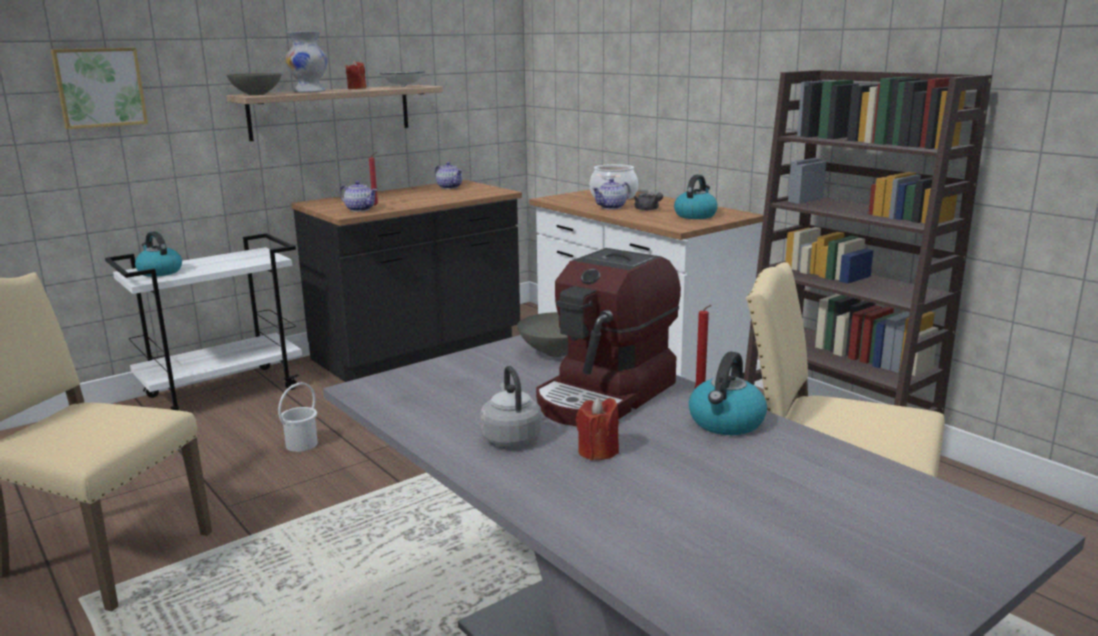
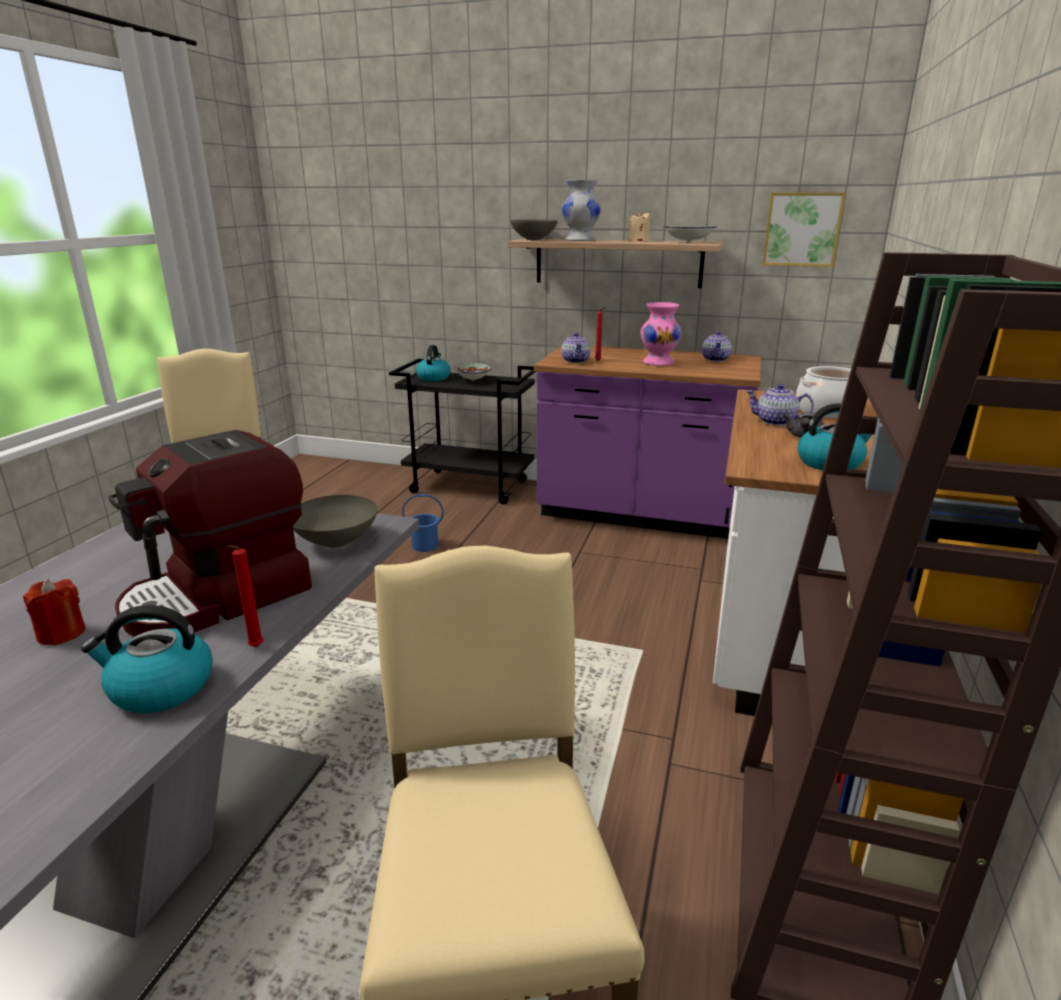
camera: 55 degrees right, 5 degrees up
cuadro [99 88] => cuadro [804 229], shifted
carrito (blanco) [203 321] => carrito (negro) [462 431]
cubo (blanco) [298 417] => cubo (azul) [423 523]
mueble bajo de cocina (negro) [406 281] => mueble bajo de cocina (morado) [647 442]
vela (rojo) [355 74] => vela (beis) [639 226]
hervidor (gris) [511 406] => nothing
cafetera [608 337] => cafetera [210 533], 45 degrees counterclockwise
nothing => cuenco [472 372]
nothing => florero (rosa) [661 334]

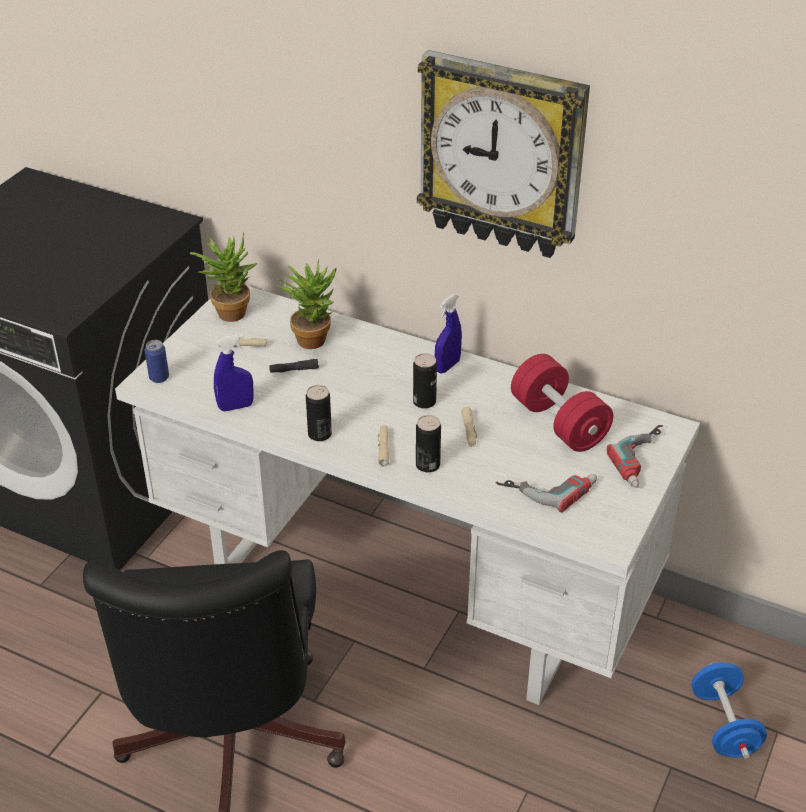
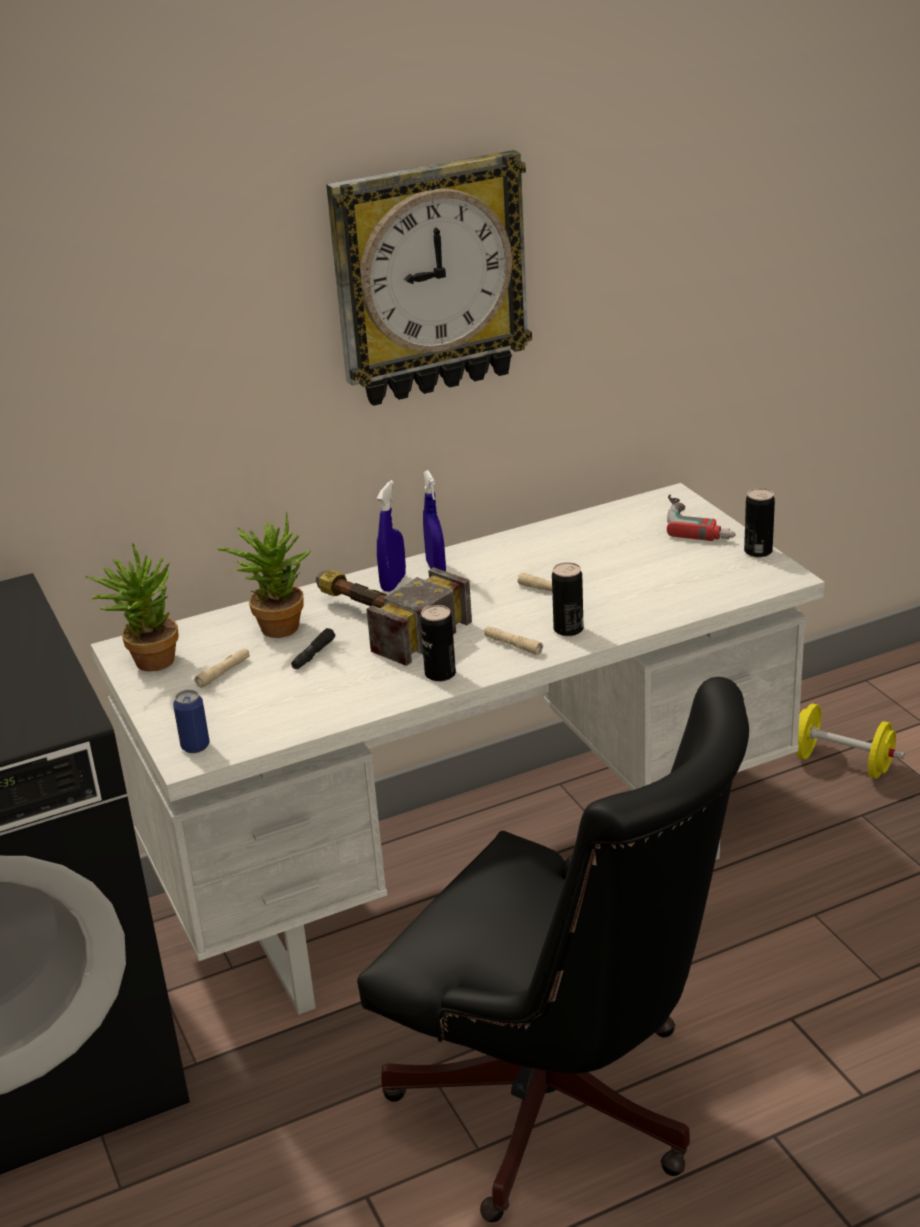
camera: 50 degrees left, 10 degrees down
pulverizador (azul) [234 372] => pulverizador (azul) [391 536], shifted
lata [425 381] => lata [759 522], shifted
taladro [546 493] => nothing
mancuerna (rojo) [562 403] => nothing
mancuerna (azul) [729 711] => mancuerna (amarillo) [850 741]
nothing => martillo [394 616]

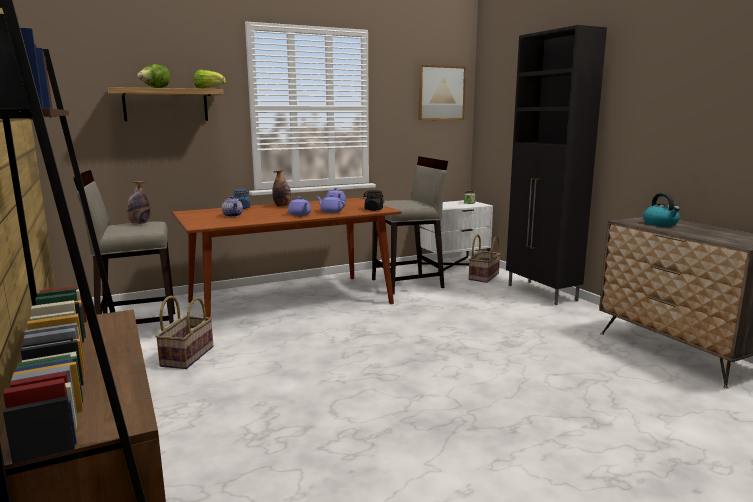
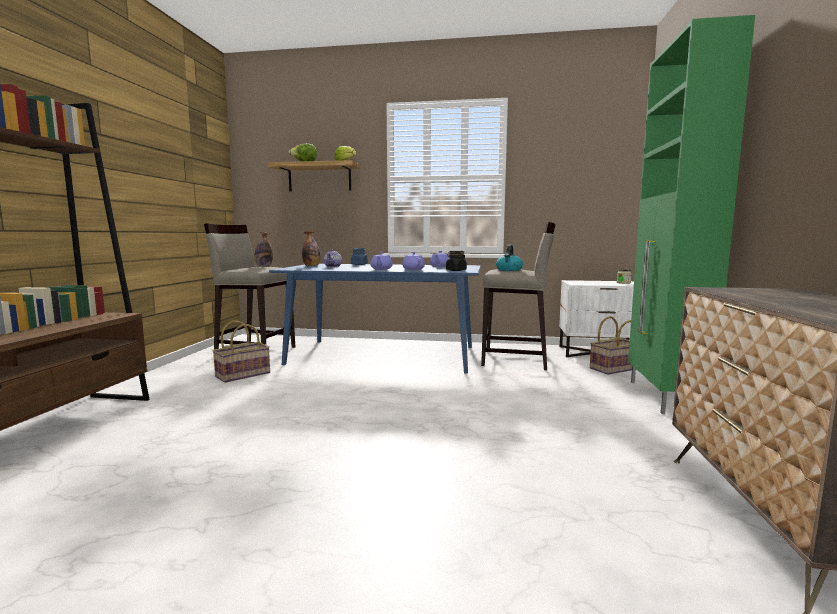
camera: 35 degrees right, 5 degrees down
mesa de comedor (marrón) [287 258] => mesa de comedor (azul) [375 319]
botella [281 188] => botella [311 249], shifted
cuadro [442 92] => nothing
armario (negro) [556 165] => armario (verde) [691 214]
hervidor [661 209] => hervidor [509 258], shifted

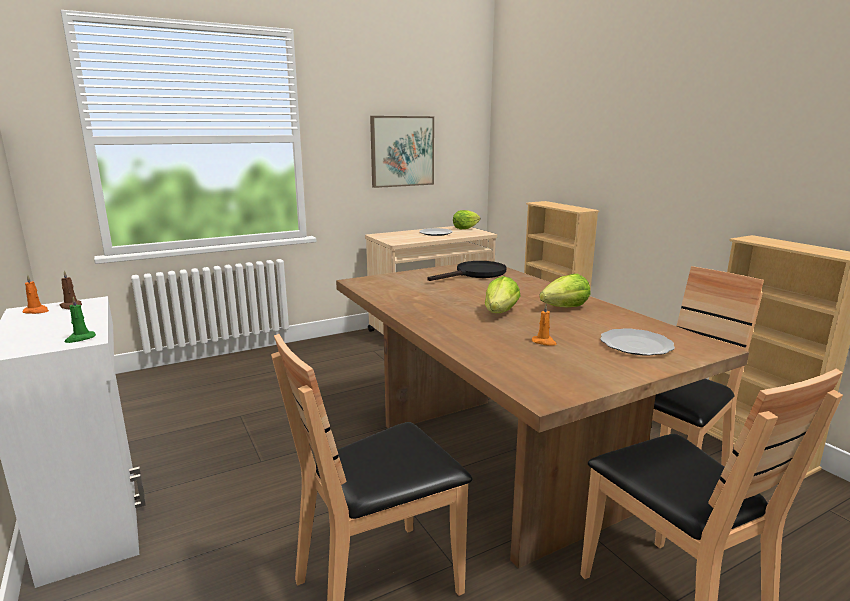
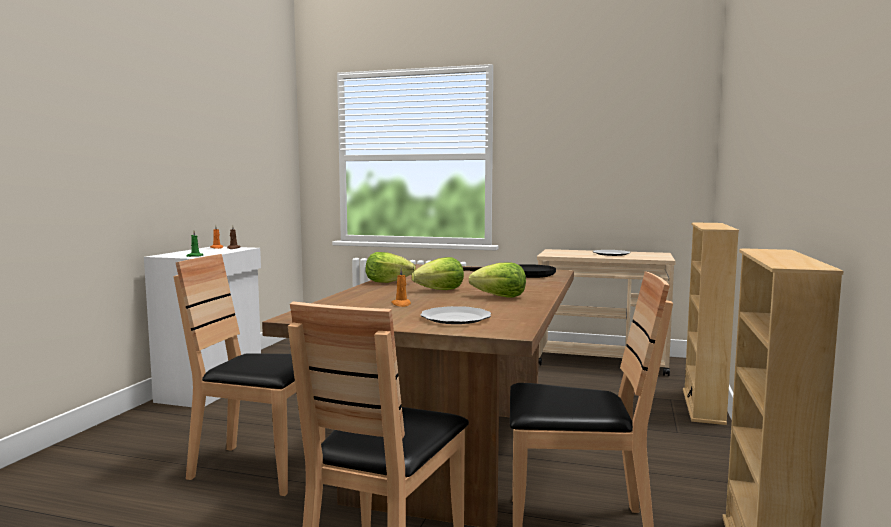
camera: 45 degrees right, 10 degrees down
cuadro [402 152] => nothing
lechuga [467 219] => lechuga [391 267], shifted

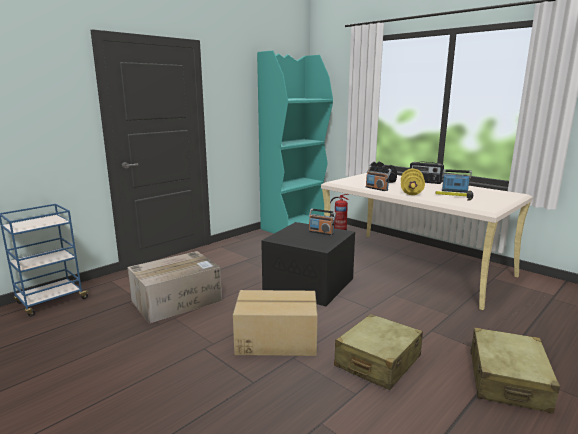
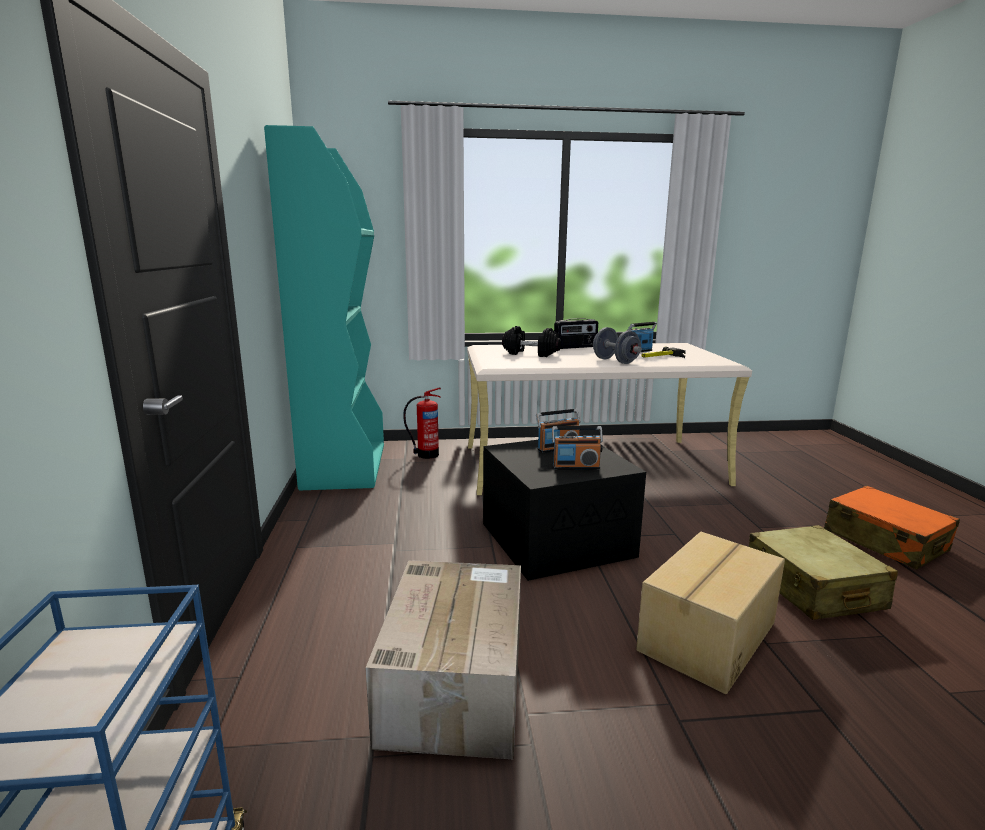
camera: 50 degrees left, 0 degrees up
radio [378 178] => radio [577 448], shifted
mancuerna (amarillo) [413 182] => mancuerna (gris) [617 345]
maleta (beis) [515 371] => maleta (naranja) [892 527]

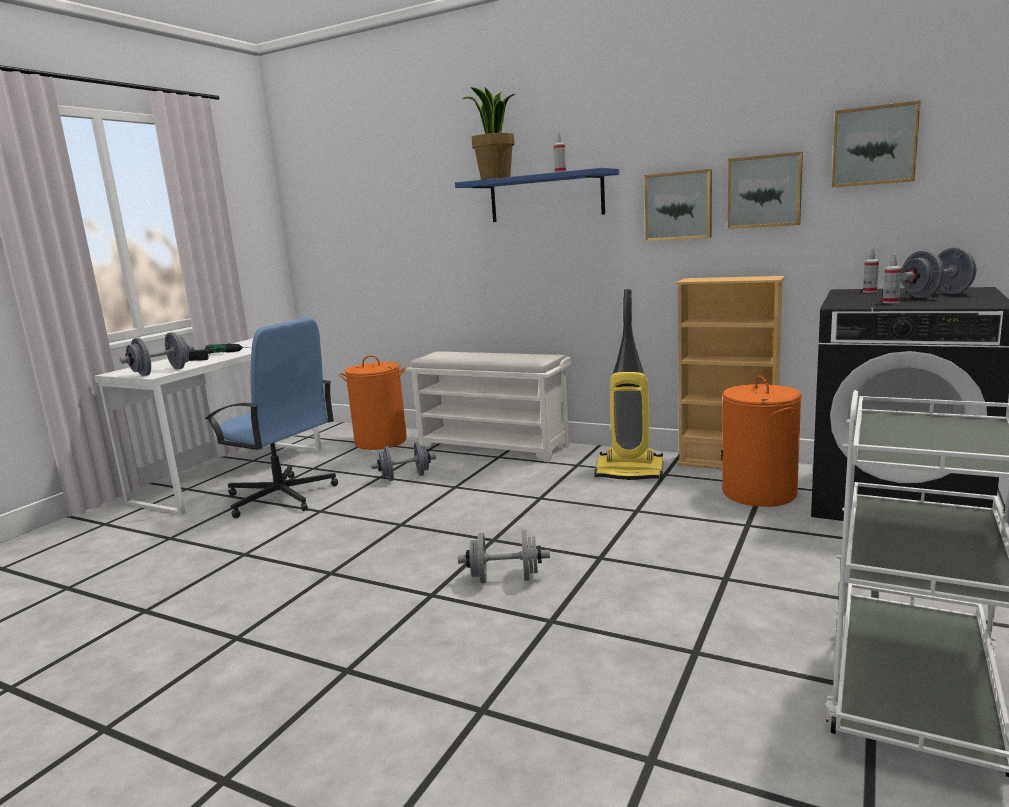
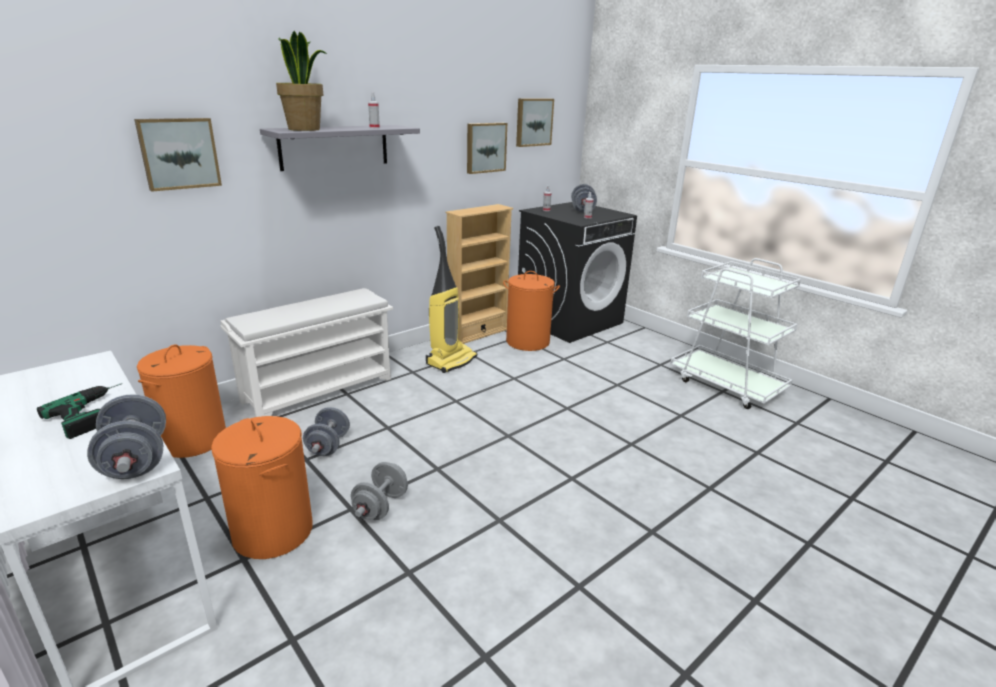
camera: 70 degrees left, 10 degrees up
silla de oficina (azul) [271 418] => cesto de la ropa (naranja) [262 487]
estante (azul) [537 195] => estante (gris) [340 148]
mancuerna (gris) [504 557] => mancuerna (gris) [379 491], shifted
cuadro [678 205] => cuadro [178 154], shifted

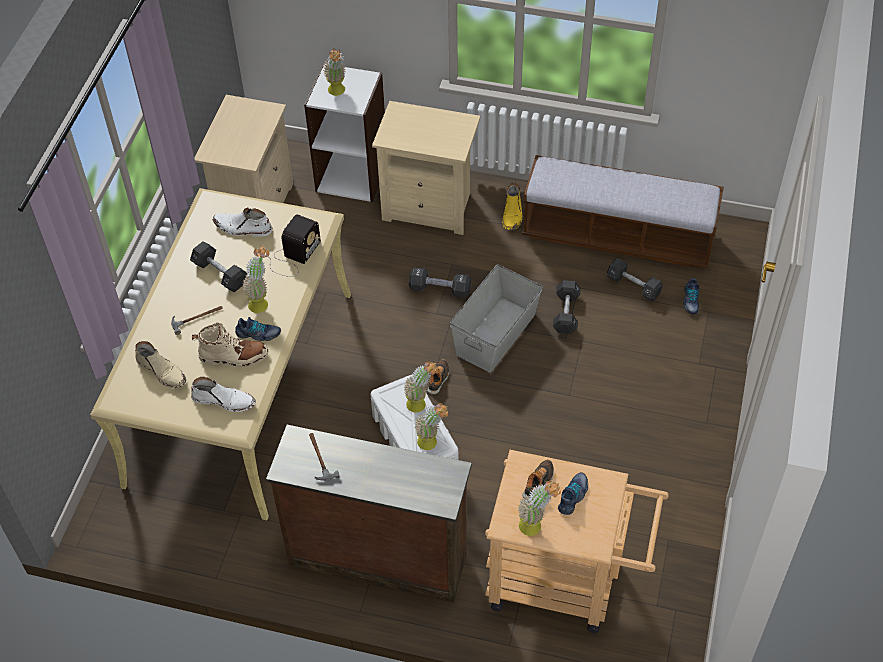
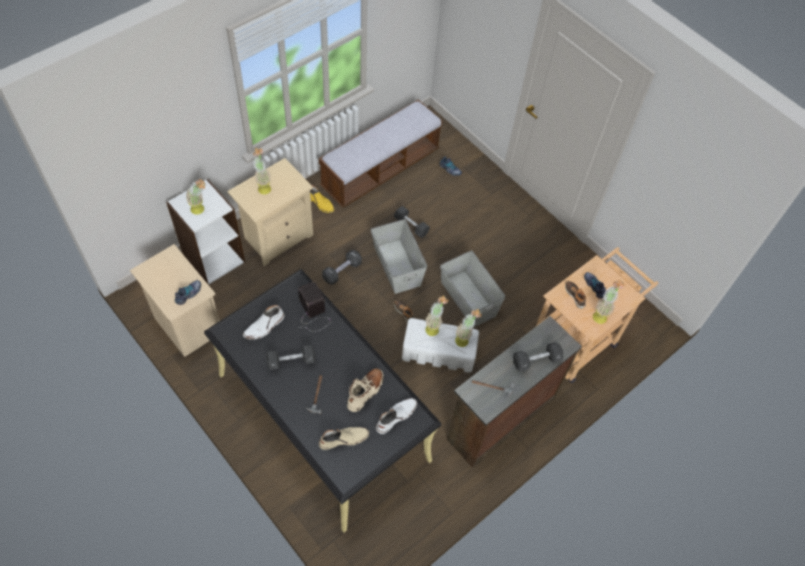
camera: 60 degrees left, 5 degrees up
escritorio (beis) [220 354] => escritorio (negro) [323 400]
zapato [258 329] => zapato [188 292], shifted
planta en maceta [255 279] => planta en maceta [262 171], shifted
mancuerna (negro) [635 280] => mancuerna (negro) [538 356], shifted
nothing => caja de almacenaje (gris) [473 289]

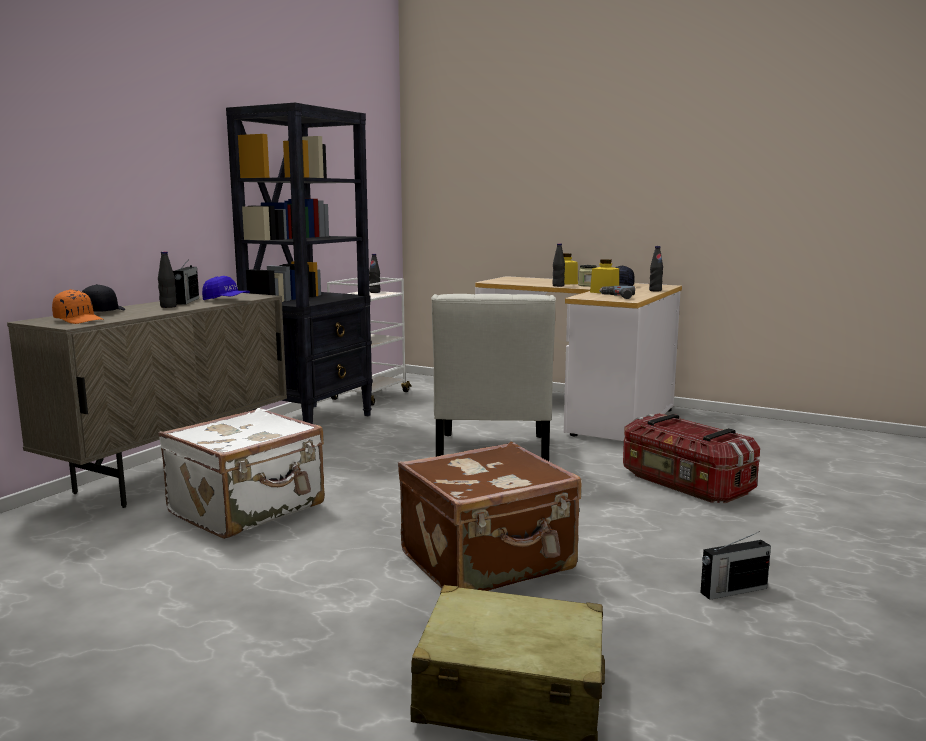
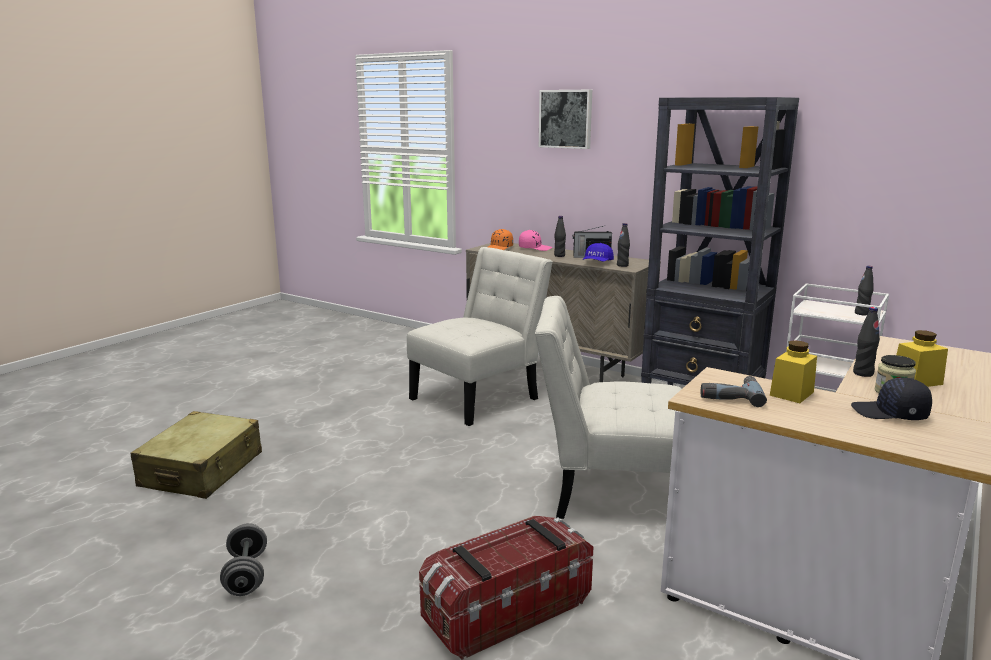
camera: 95 degrees right, 5 degrees up
gorra (negro) [103 298] => gorra (rosa) [535 240]
maleta (blanco) [241 473] => silla (blanco) [479 336]
maleta (marrón) [490 516] => nothing
botella (negro) [656 268] => botella (negro) [623 245], shifted
radio [735 565] => mancuerna (gris) [243 559]
nothing => cuadro [565 119]

